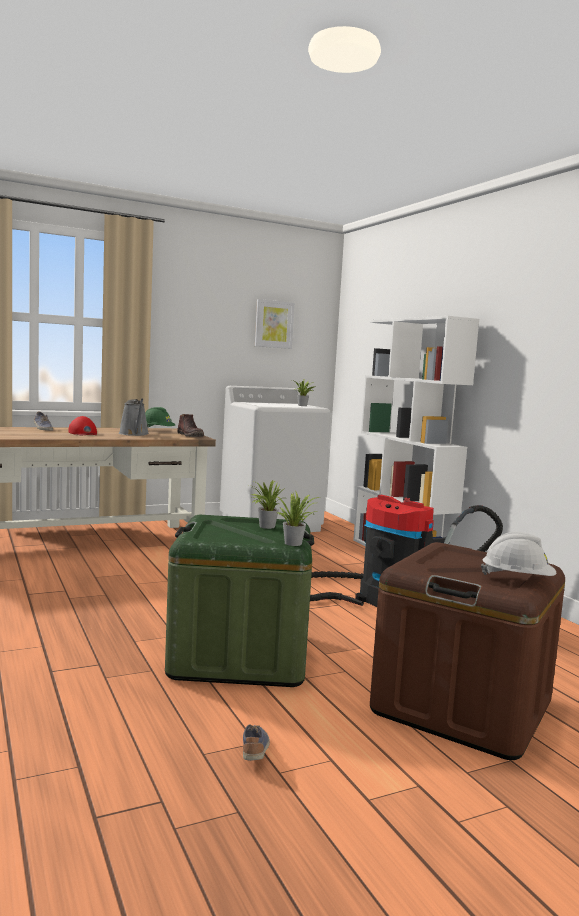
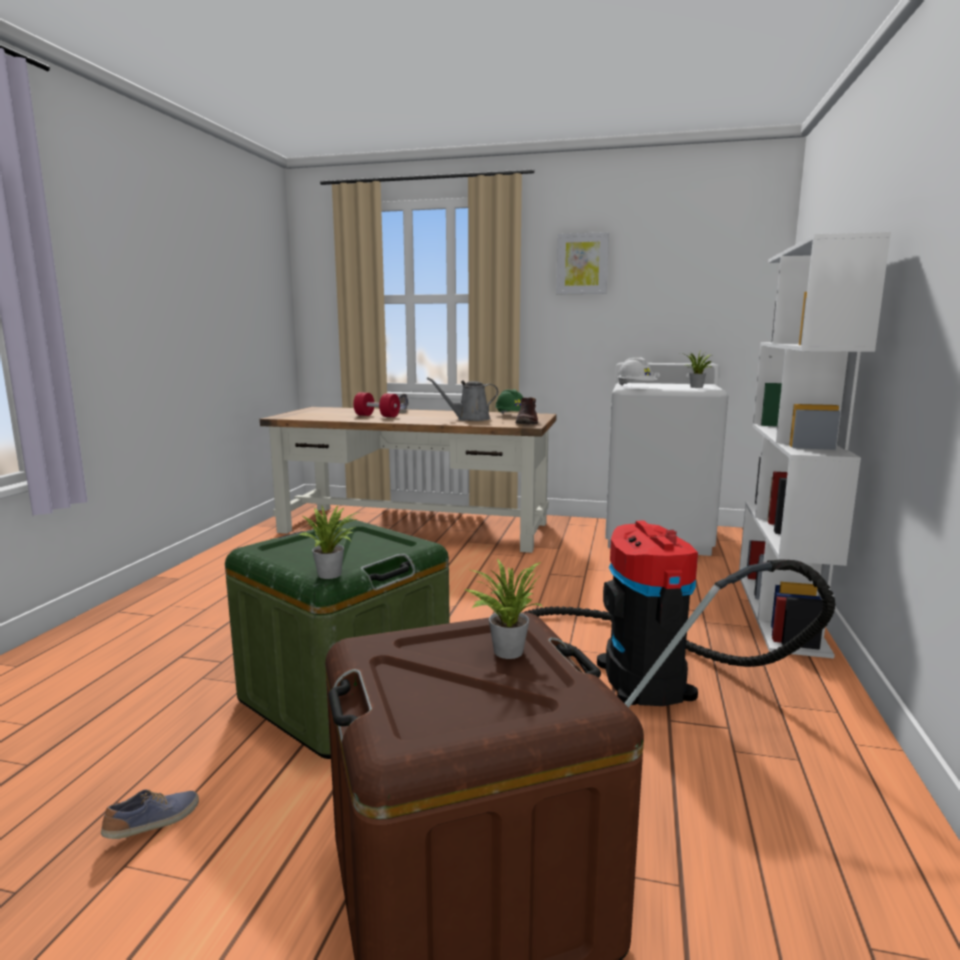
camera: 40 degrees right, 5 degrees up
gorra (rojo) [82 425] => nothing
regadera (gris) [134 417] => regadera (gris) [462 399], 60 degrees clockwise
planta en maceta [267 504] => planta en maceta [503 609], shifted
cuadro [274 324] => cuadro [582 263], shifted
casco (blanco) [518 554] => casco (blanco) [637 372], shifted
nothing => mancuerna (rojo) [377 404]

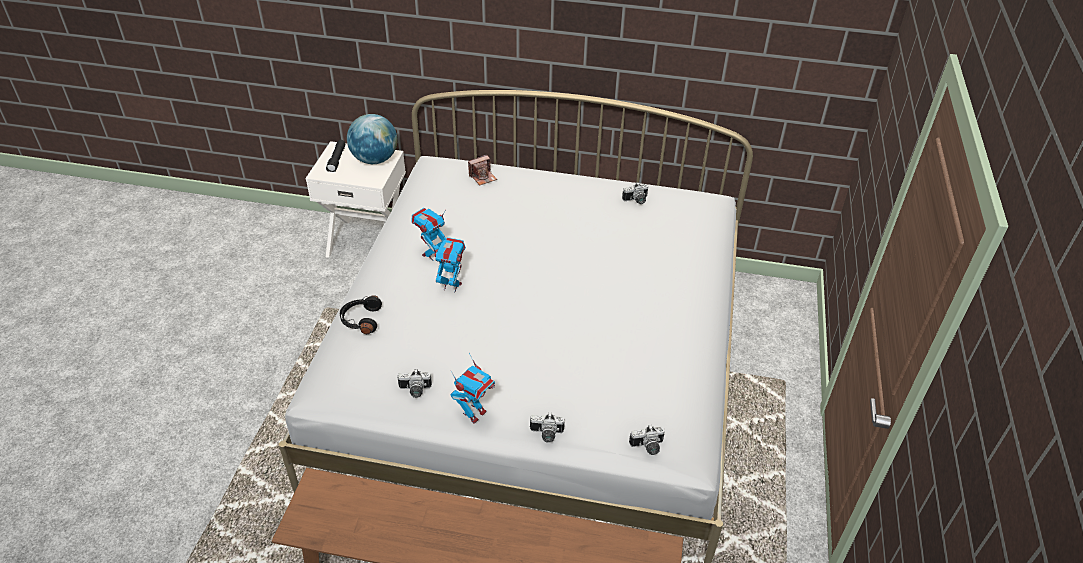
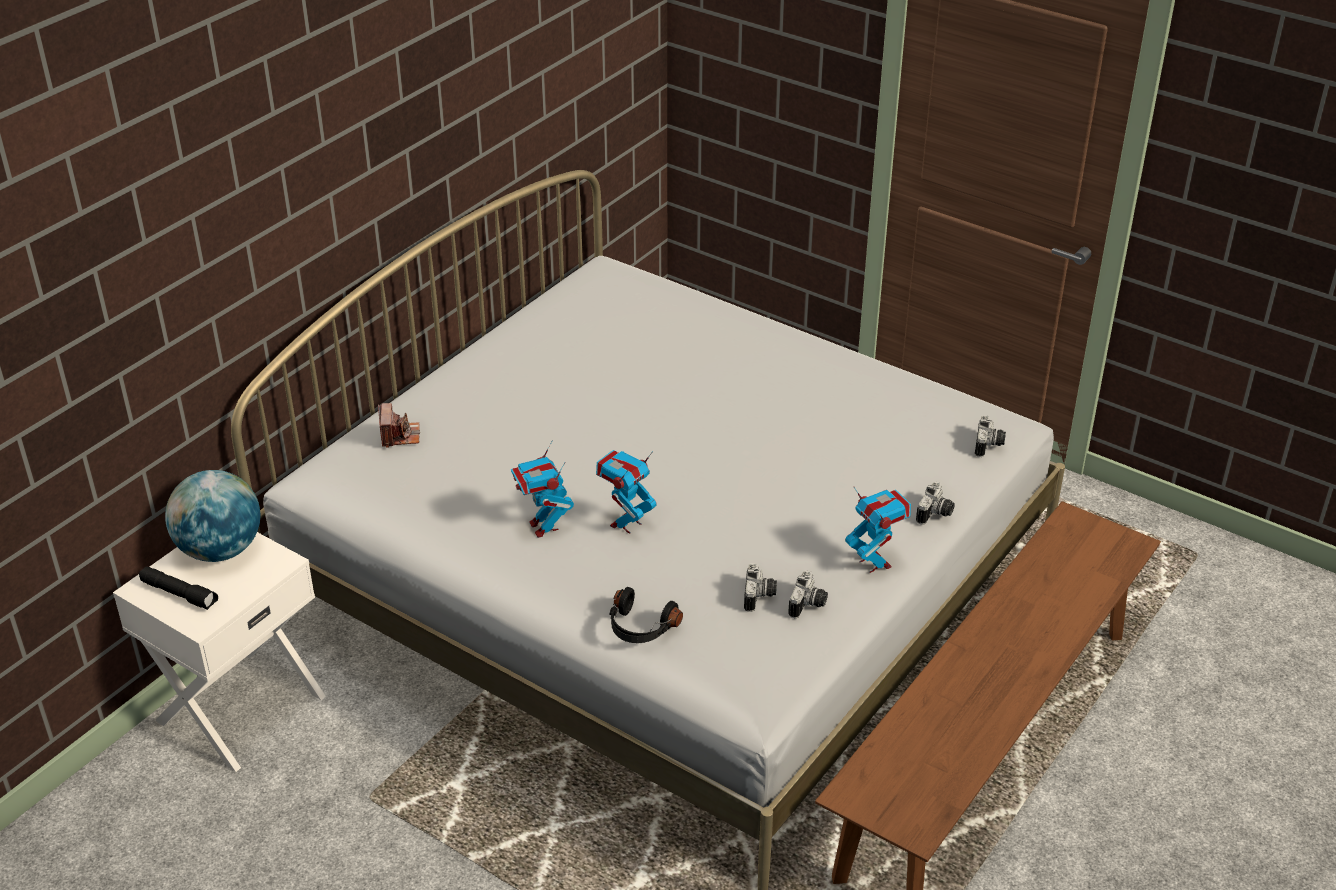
camera: 65 degrees left, 5 degrees down
cámara [635 193] => cámara [760 587], shifted

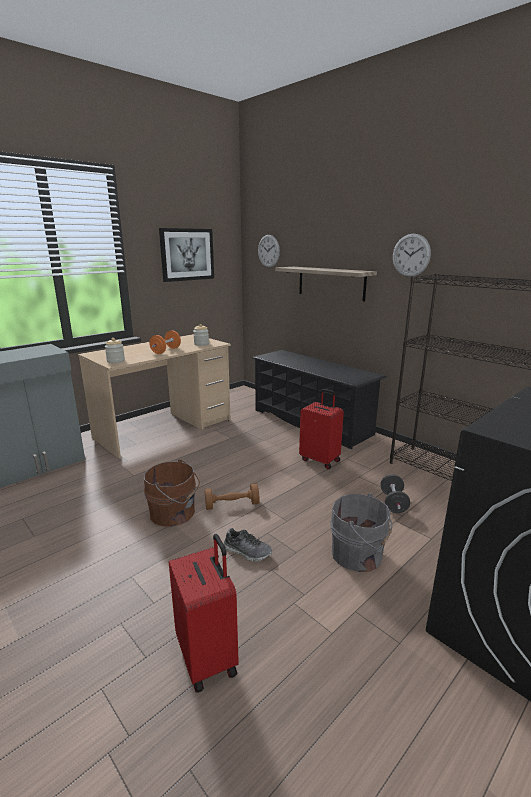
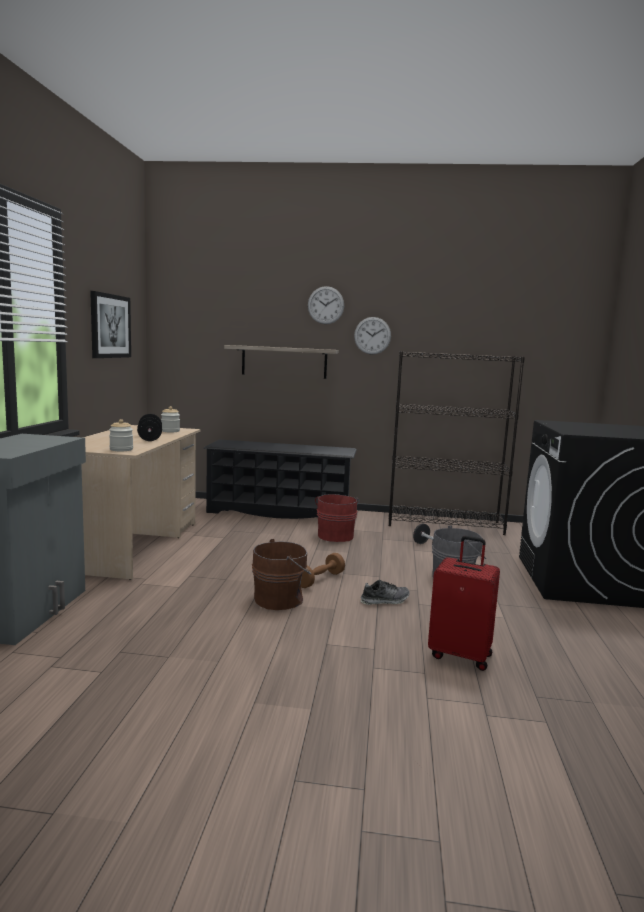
camera: 40 degrees left, 10 degrees down
mancuerna (naranja) [165 342] => mancuerna (negro) [149 427]
reloj de pared [269 251] => reloj de pared [326 305], shifted
maleta (rojo) [321 429] => cubo (rojo) [337 518]

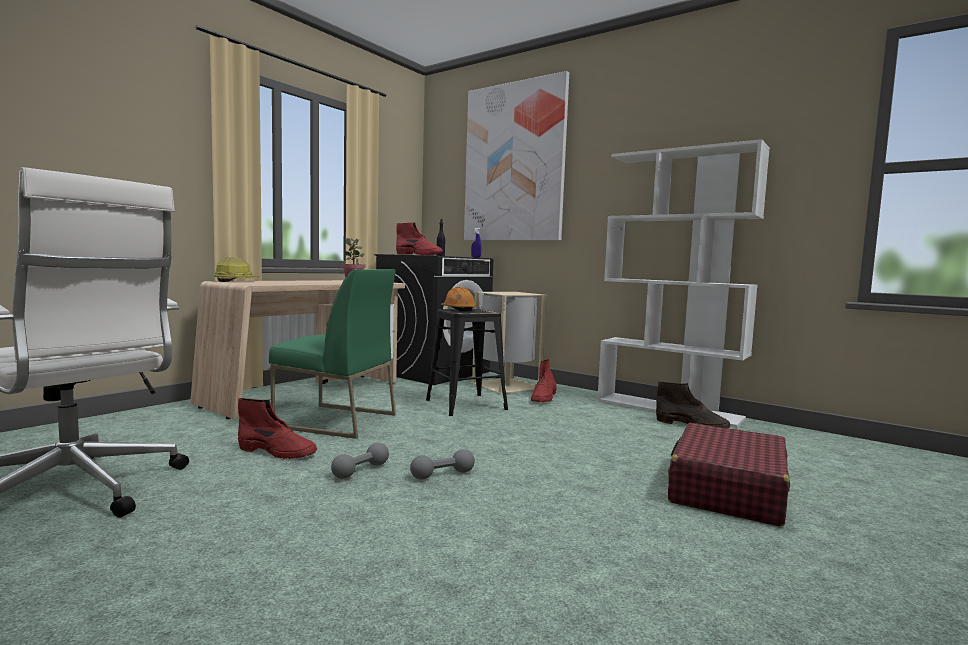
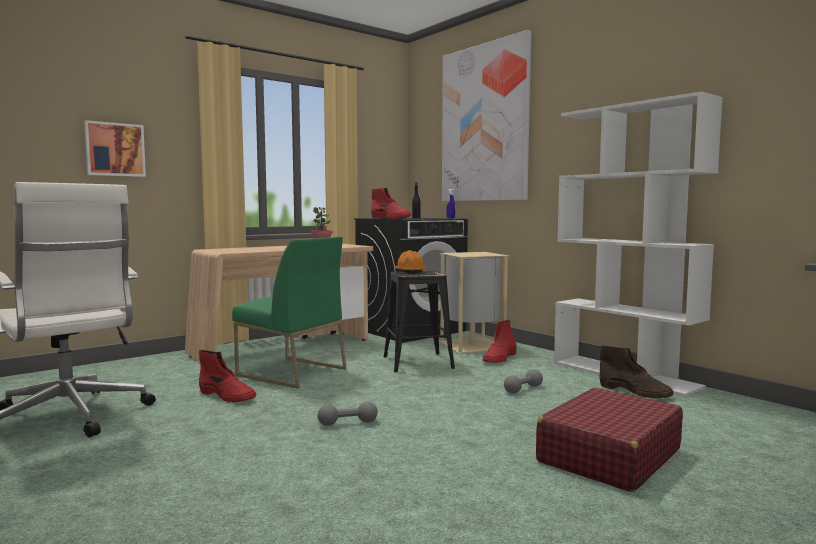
camera: 15 degrees right, 0 degrees up
casco [236 269] => nothing
mancuerna (gris) [360 461] => mancuerna (gris) [523 381], shifted
nothing => cuadro [115 148]

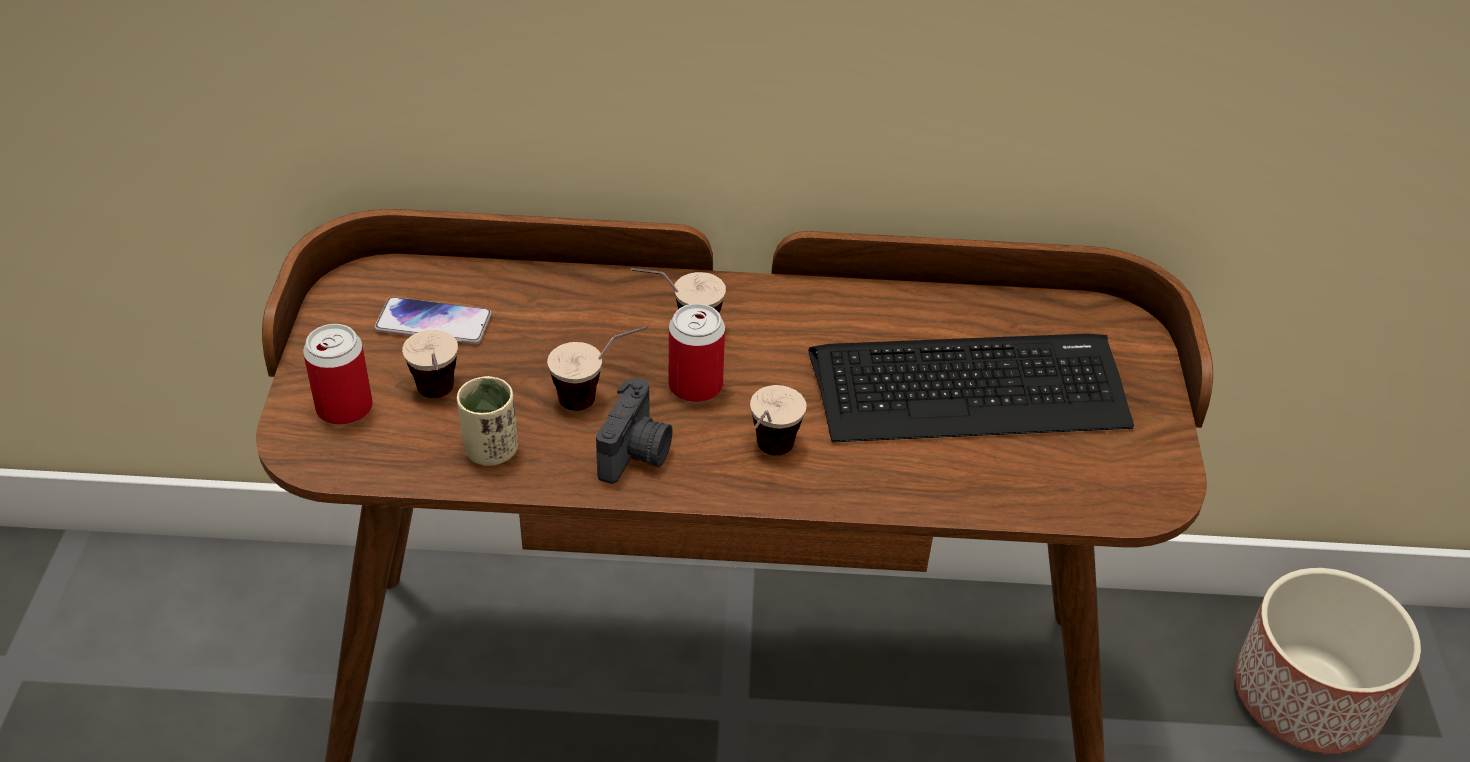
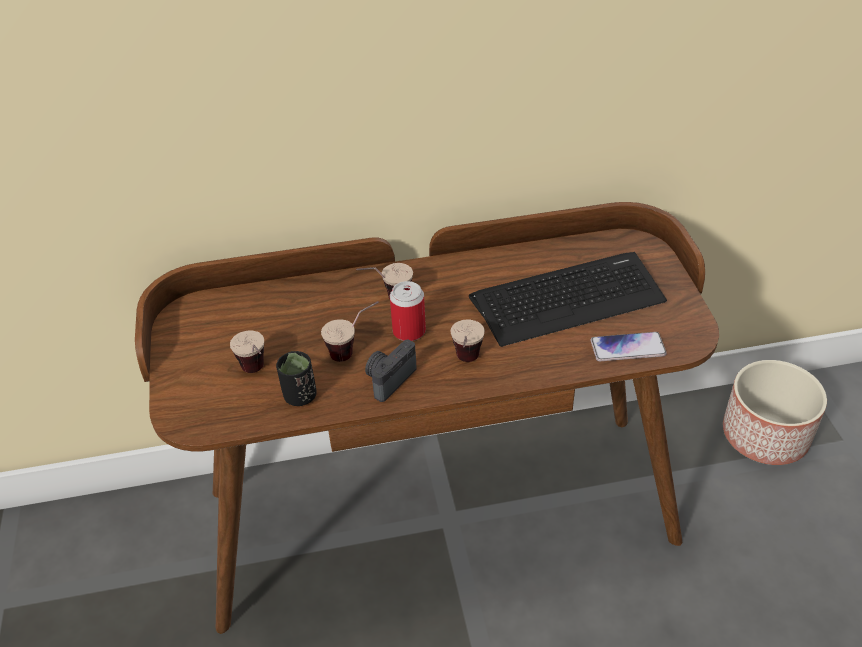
camera: 10 degrees left, 0 degrees up
lata [338 374] => nothing
móvil [433 321] => móvil [628 346], shifted
taza (beis) [487 421] => taza (negro) [296 378]
cámara [634 431] => cámara [391 371], 150 degrees counterclockwise

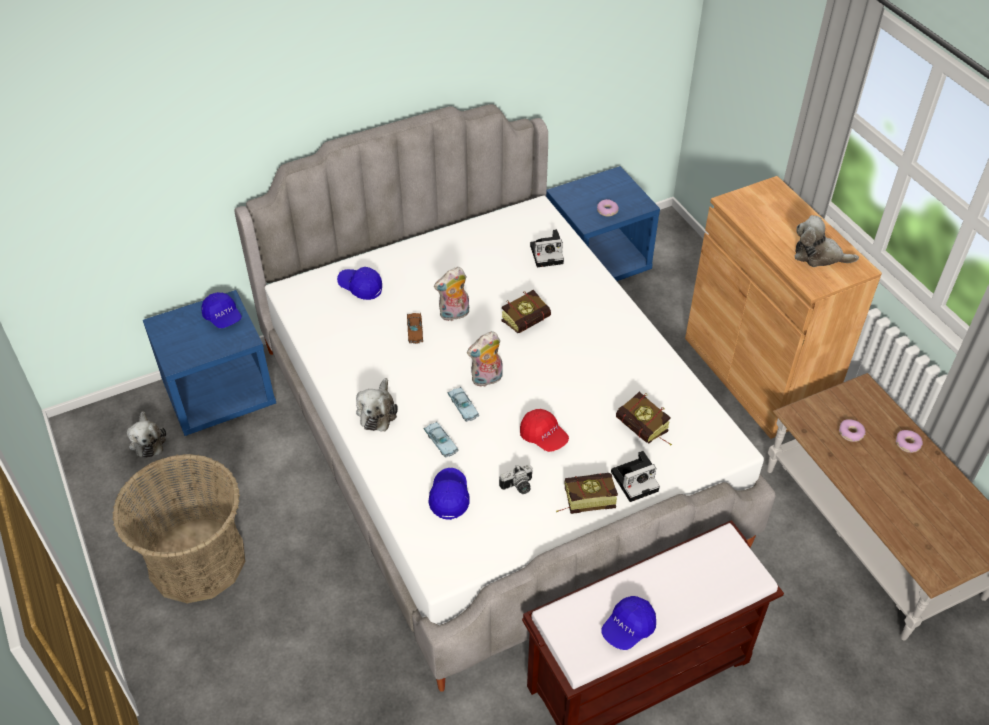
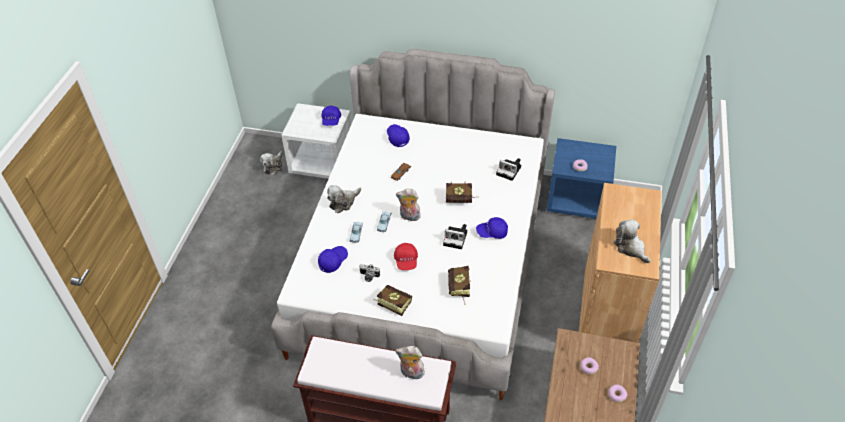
camera: 40 degrees right, 0 degrees up
cesta [178 528] => nothing
mesita de noche (azul) [209 363] => mesita de noche (blanco) [316 141]
peluche [451 294] => peluche [410 363], shifted
gorra (azul) [628 623] => gorra (azul) [492 228], shifted
cámara [635 476] => cámara [455 236], shifted

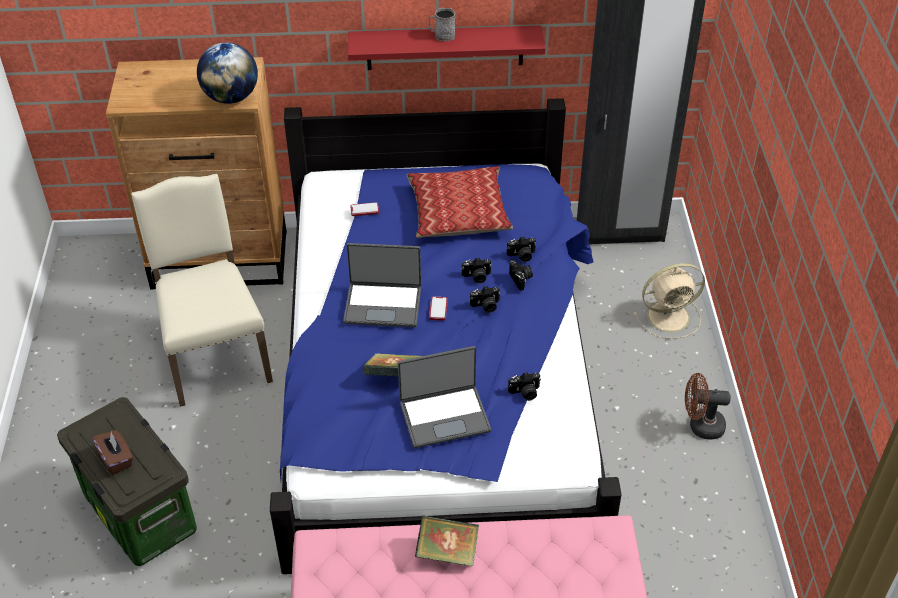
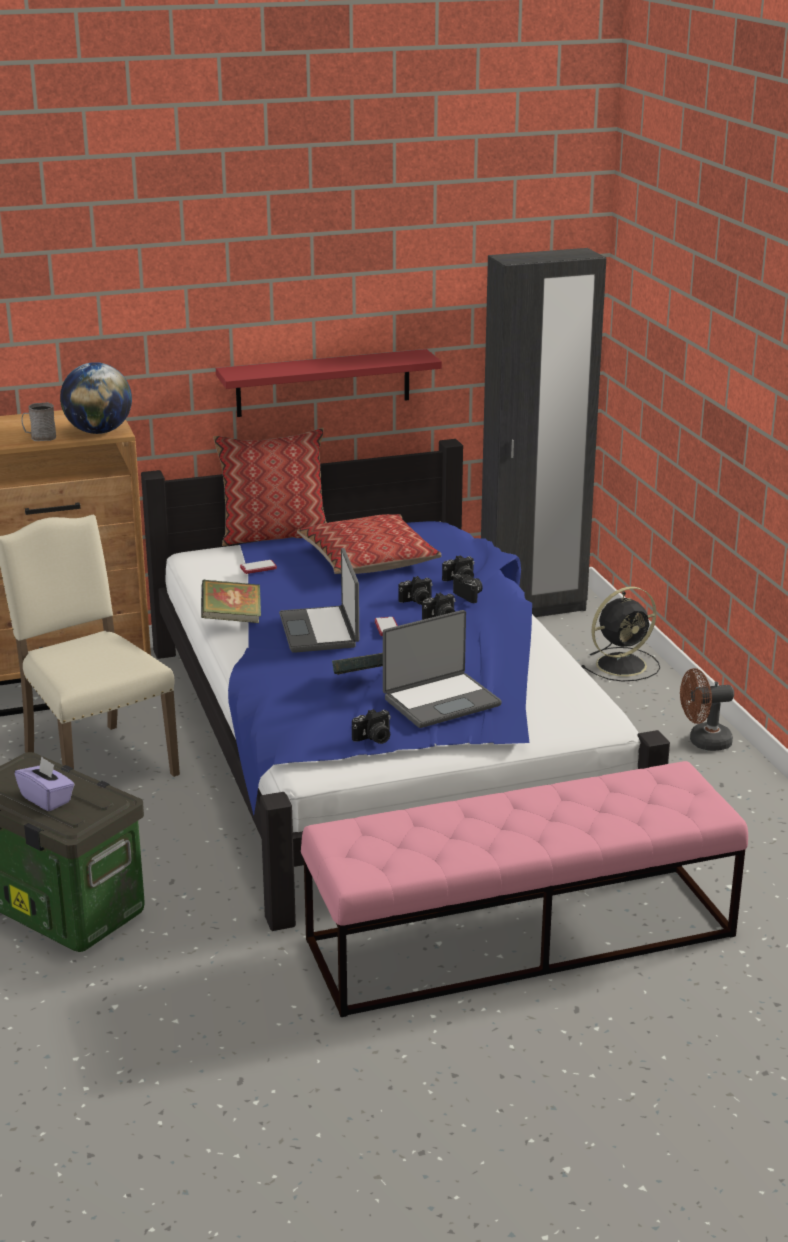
camera: 15 degrees left, 20 degrees down
caja de pañuelos (marrón) [112 452] => caja de pañuelos (morado) [45 783]
portátil [382 285] => portátil [319 600], 90 degrees clockwise
libro [447 540] => libro [231 601], shifted
taza grande (gris) [442 24] => taza grande (gris) [39 421], shifted
cámara [524 386] => cámara [371 726], shifted
ventilador (beis) [669 301] => ventilador (negro) [620 634]
nothing => cojín [270 487]

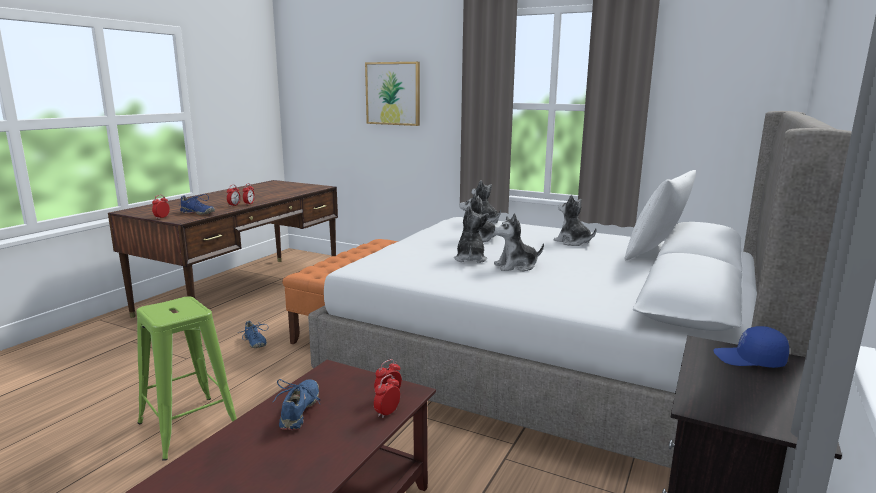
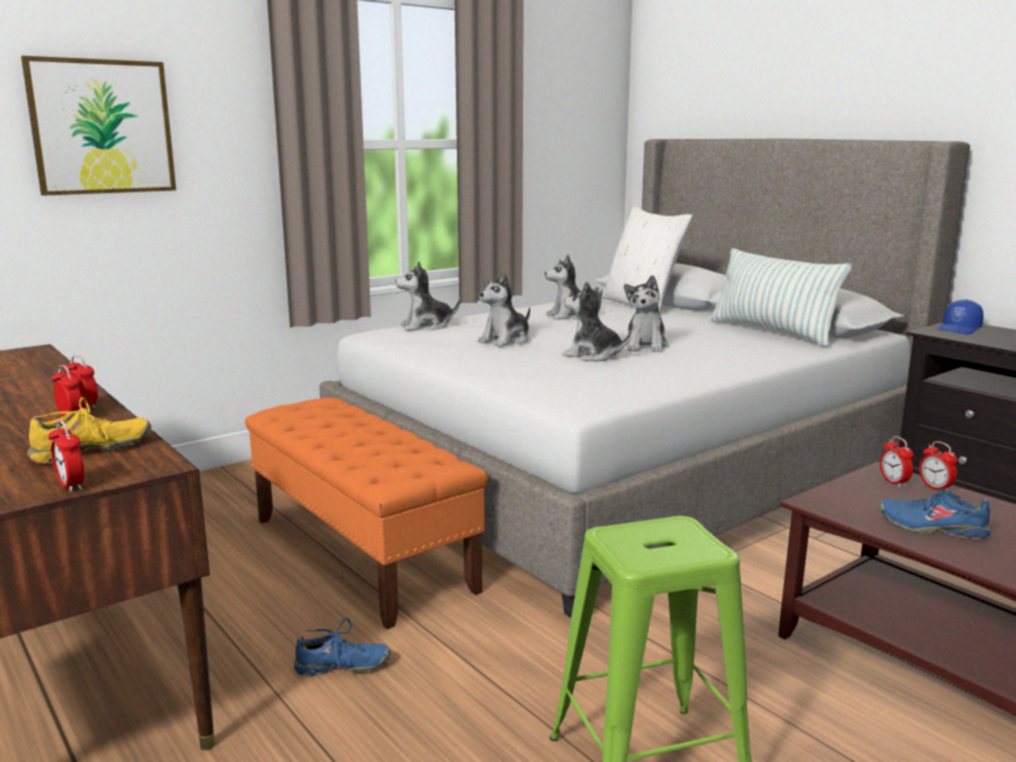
camera: 65 degrees left, 0 degrees up
zapato (azul) [197 204] => zapato (amarillo) [89 431]
nothing => cojín [781 297]

